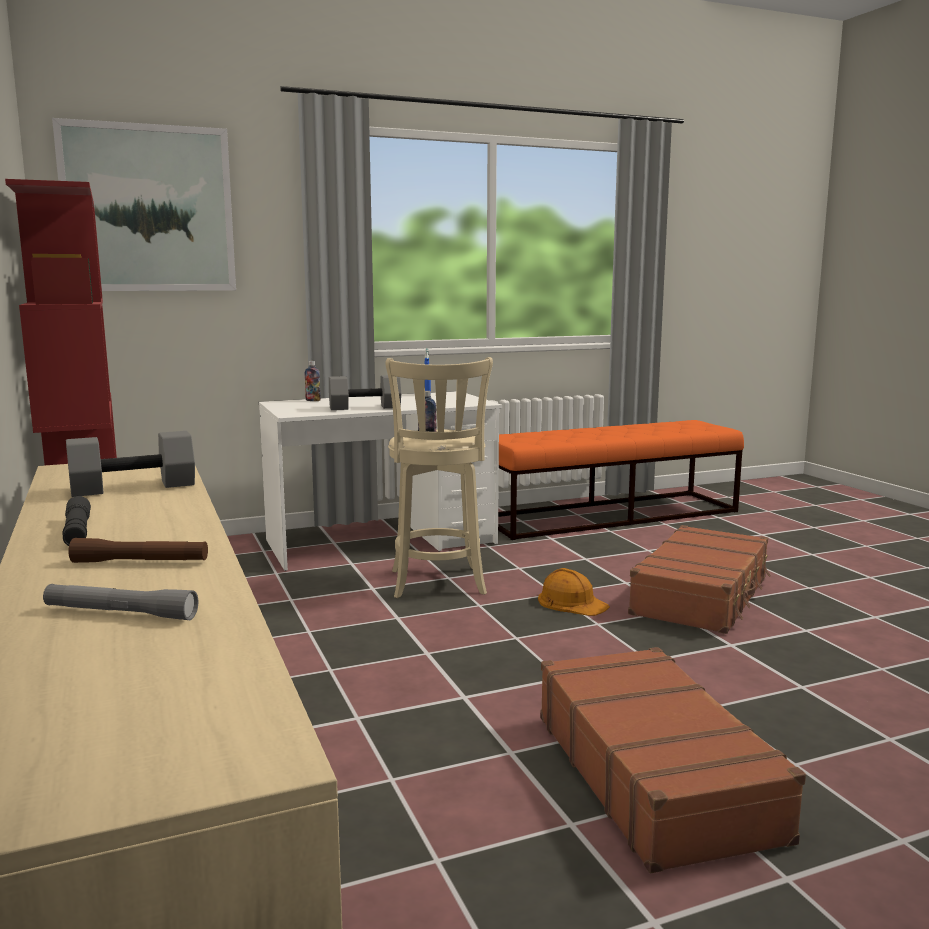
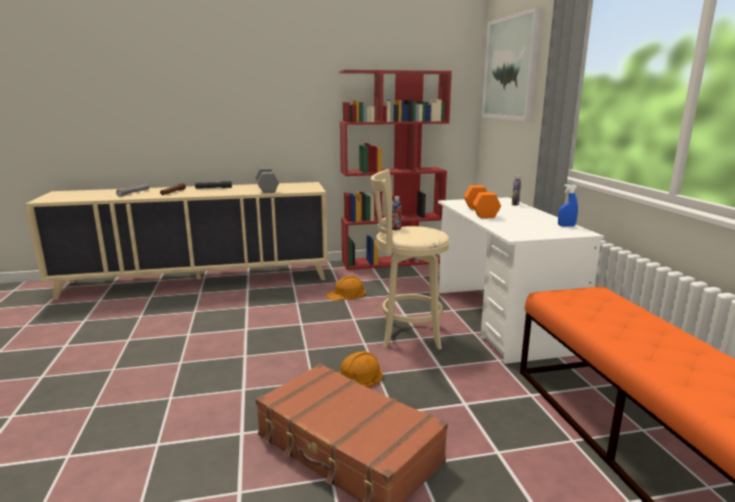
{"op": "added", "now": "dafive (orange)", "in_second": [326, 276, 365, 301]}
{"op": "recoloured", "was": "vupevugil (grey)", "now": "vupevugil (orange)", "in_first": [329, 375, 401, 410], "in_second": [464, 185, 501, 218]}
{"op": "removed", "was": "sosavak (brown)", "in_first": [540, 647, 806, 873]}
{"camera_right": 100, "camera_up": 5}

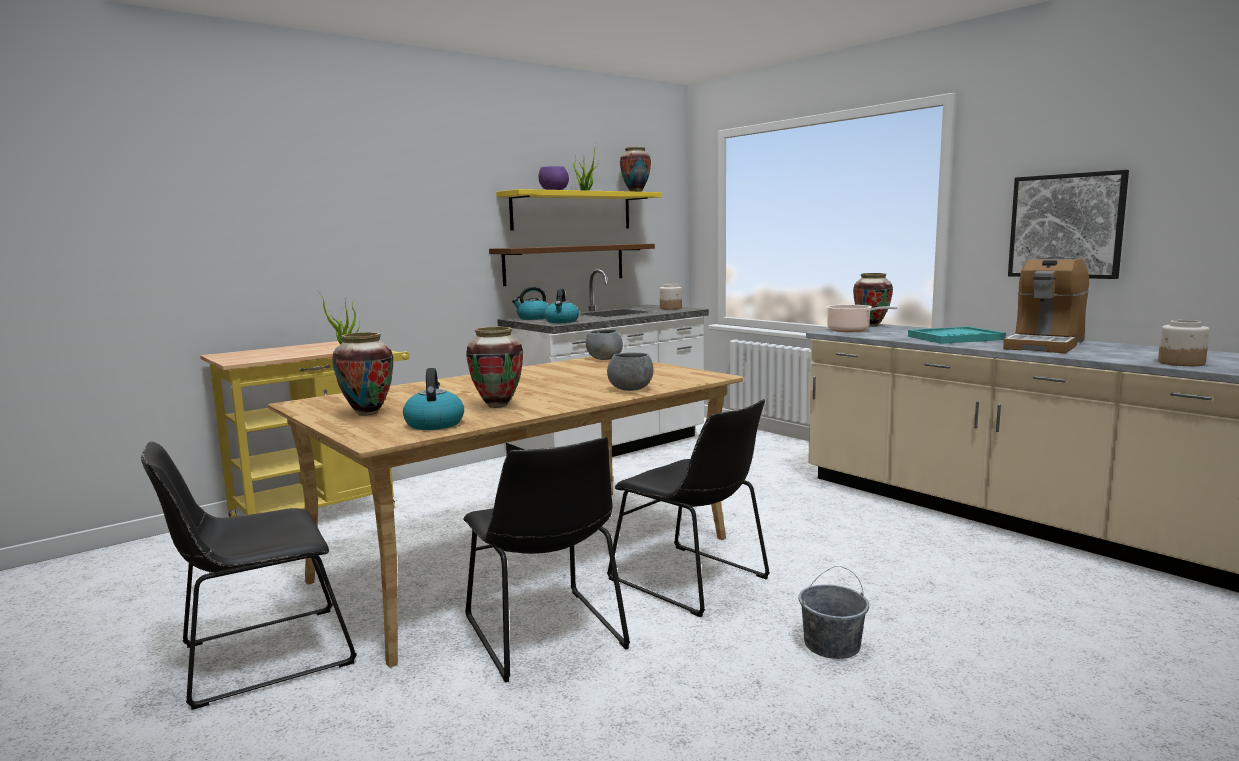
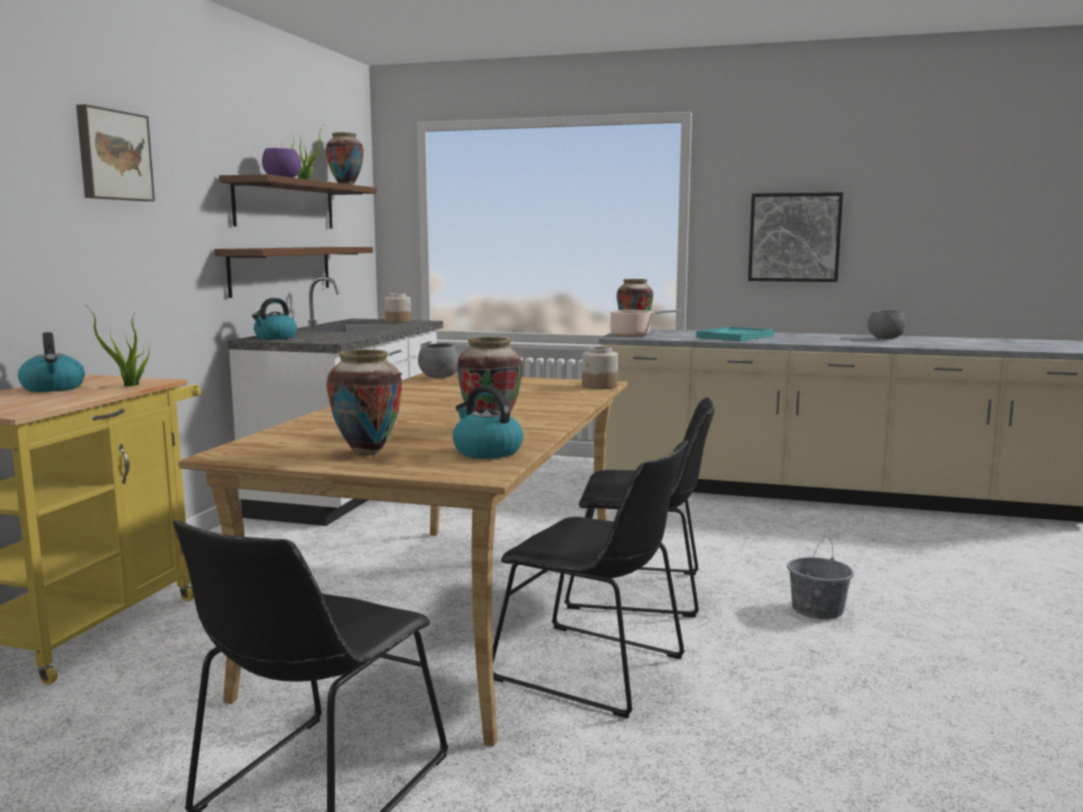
{"op": "moved", "was": "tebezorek", "in_first": [544, 288, 579, 323], "in_second": [18, 332, 85, 392]}
{"op": "added", "now": "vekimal", "in_second": [76, 104, 155, 201]}
{"op": "recoloured", "was": "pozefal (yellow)", "now": "pozefal (brown)", "in_first": [496, 189, 662, 230], "in_second": [219, 174, 377, 229]}
{"op": "moved", "was": "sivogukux", "in_first": [1158, 320, 1210, 366], "in_second": [582, 346, 618, 389]}
{"op": "moved", "was": "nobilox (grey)", "in_first": [607, 352, 653, 391], "in_second": [867, 310, 906, 339]}
{"op": "removed", "was": "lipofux", "in_first": [1003, 256, 1089, 353]}
{"camera_right": -35, "camera_up": 0}

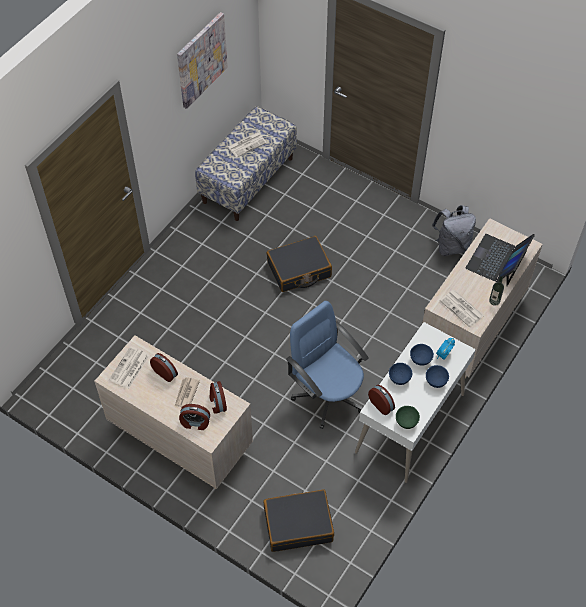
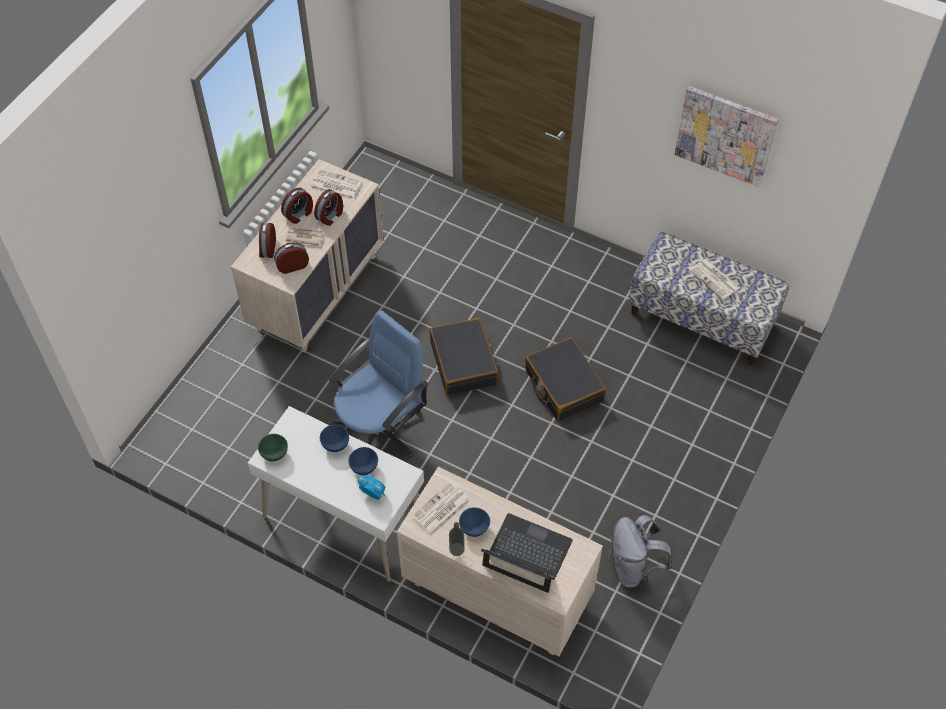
{"op": "moved", "was": "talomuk", "in_first": [368, 385, 395, 415], "in_second": [281, 188, 313, 224]}
{"op": "moved", "was": "sosavak (black)", "in_first": [264, 489, 334, 552], "in_second": [429, 318, 498, 395]}
{"op": "moved", "was": "nobilox (blue)", "in_first": [426, 365, 449, 388], "in_second": [459, 507, 490, 537]}
{"camera_right": 85, "camera_up": 0}

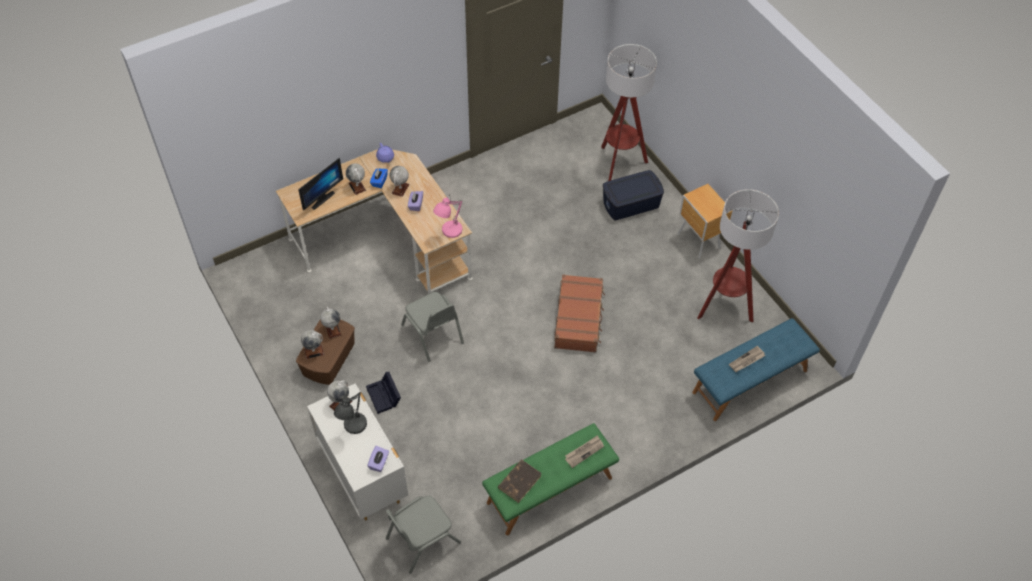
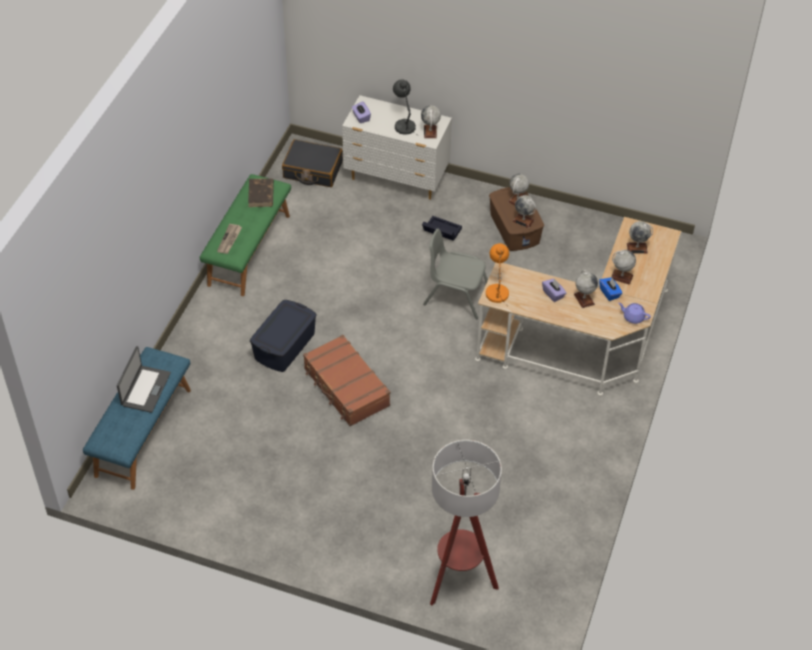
{"op": "replaced", "was": "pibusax", "now": "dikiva", "in_first": [729, 346, 765, 372], "in_second": [117, 346, 171, 413]}
{"op": "moved", "was": "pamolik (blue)", "in_first": [603, 170, 664, 220], "in_second": [250, 300, 317, 372]}
{"op": "replaced", "was": "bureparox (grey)", "now": "sosavak (black)", "in_first": [386, 496, 461, 574], "in_second": [282, 139, 343, 187]}
{"op": "recoloured", "was": "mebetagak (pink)", "now": "mebetagak (orange)", "in_first": [433, 196, 463, 238], "in_second": [486, 243, 509, 307]}
{"op": "replaced", "was": "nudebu", "now": "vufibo", "in_first": [298, 157, 343, 210], "in_second": [627, 221, 653, 254]}
{"op": "removed", "was": "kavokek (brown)", "in_first": [678, 184, 732, 258]}
{"op": "removed", "was": "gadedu", "in_first": [697, 189, 779, 323]}
{"camera_right": 140, "camera_up": -5}

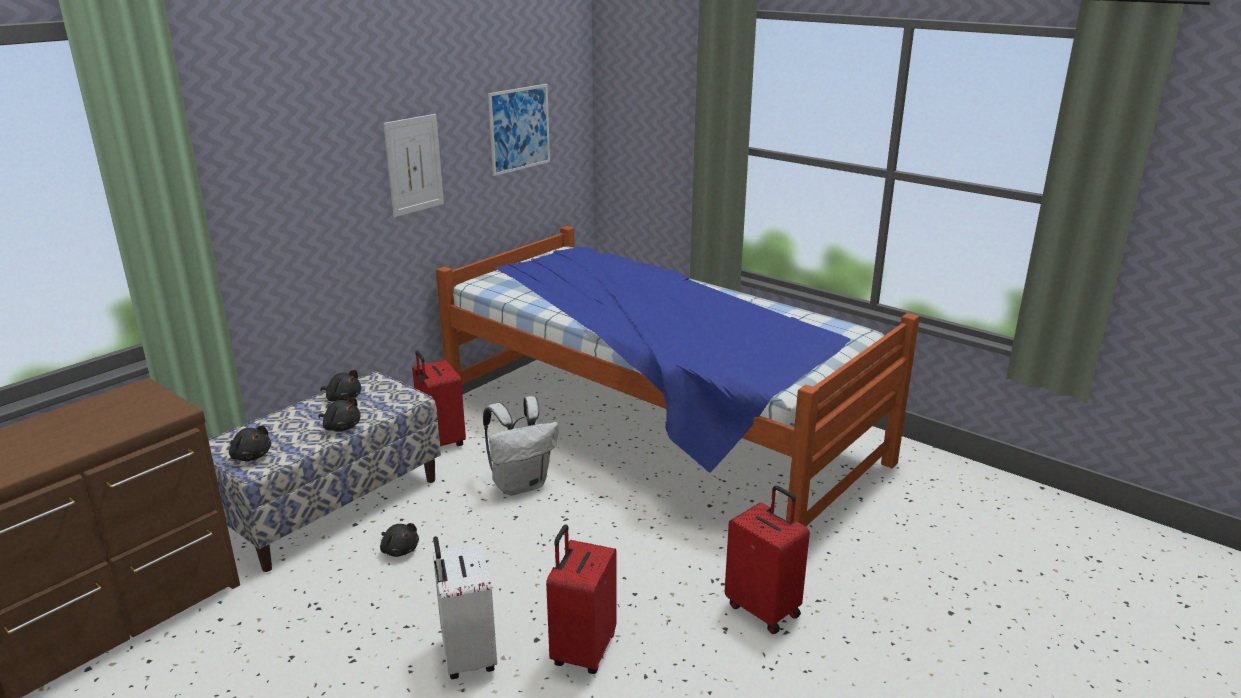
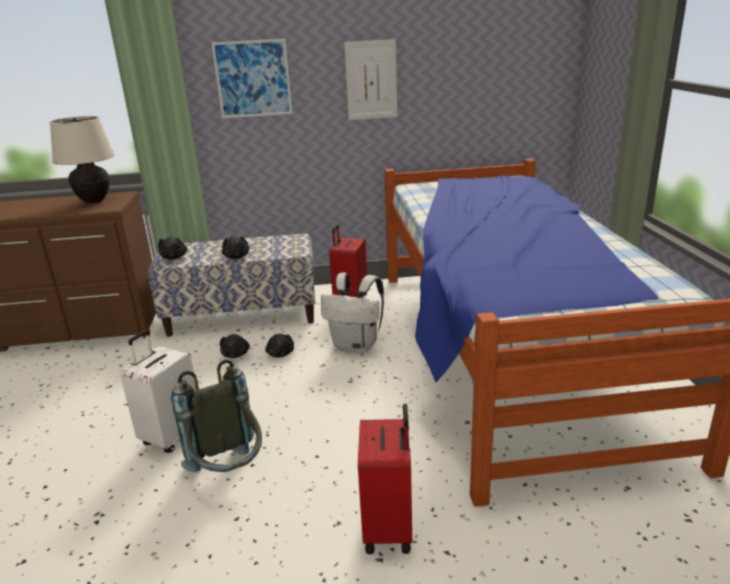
{"op": "added", "now": "mebetagak (beige)", "in_second": [50, 116, 115, 203]}
{"op": "replaced", "was": "sosavak (red)", "now": "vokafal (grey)", "in_first": [546, 525, 617, 674], "in_second": [171, 360, 262, 472]}
{"op": "moved", "was": "vekimal", "in_first": [488, 84, 550, 176], "in_second": [211, 39, 292, 118]}
{"op": "moved", "was": "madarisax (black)", "in_first": [320, 370, 361, 401], "in_second": [265, 334, 294, 357]}
{"camera_right": 45, "camera_up": 0}

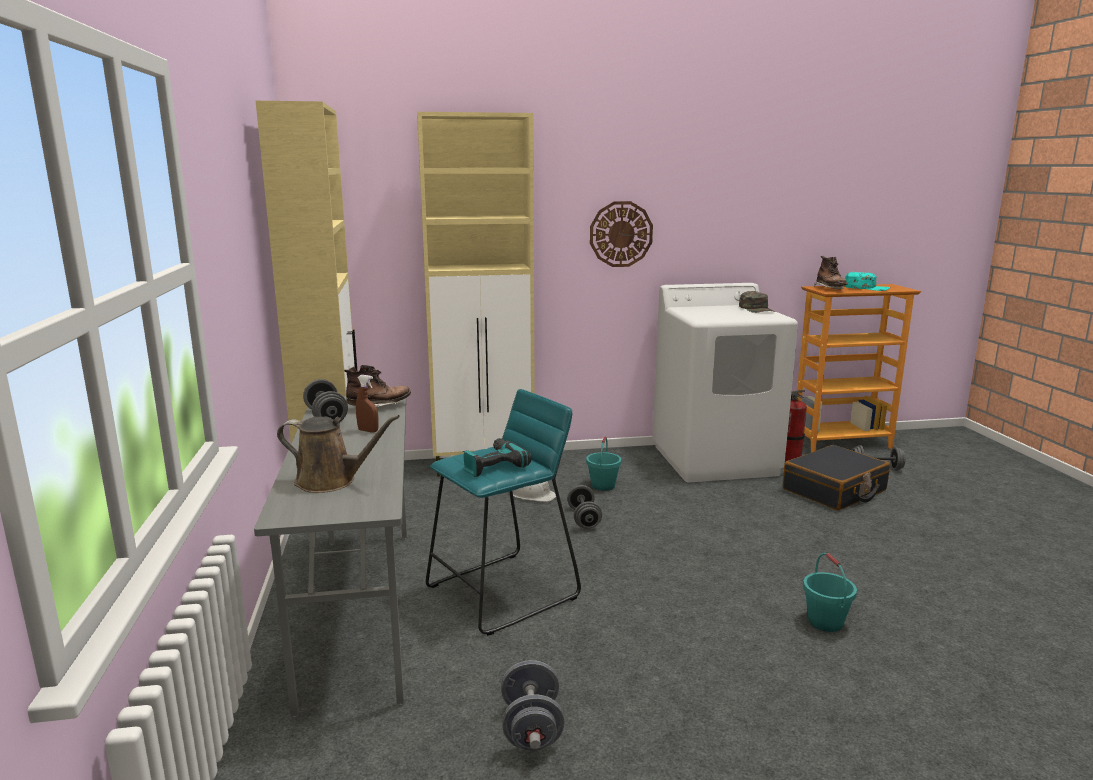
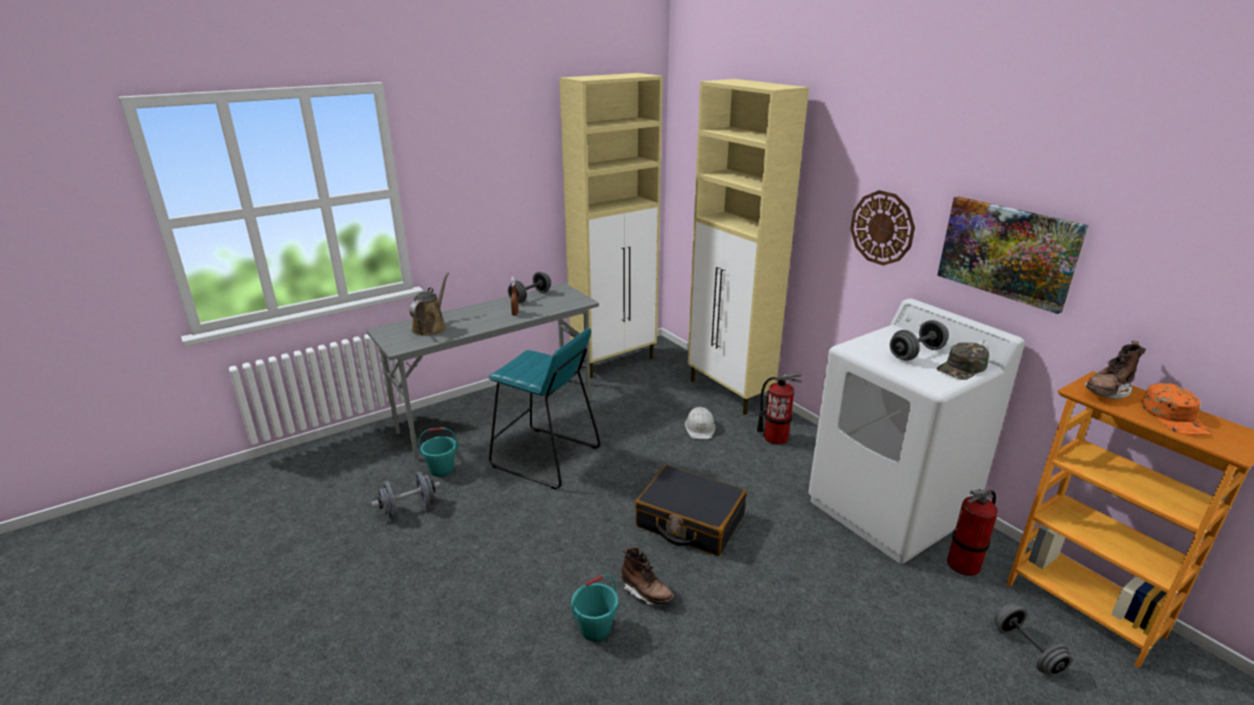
{"op": "turned", "was": "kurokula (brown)", "in_first": [277, 415, 400, 493], "in_second": [410, 272, 449, 336], "clockwise": -150}
{"op": "moved", "was": "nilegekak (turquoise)", "in_first": [586, 436, 621, 491], "in_second": [418, 427, 458, 477]}
{"op": "moved", "was": "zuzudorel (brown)", "in_first": [344, 365, 411, 407], "in_second": [622, 548, 674, 604]}
{"op": "moved", "was": "sosavak (black)", "in_first": [783, 445, 890, 510], "in_second": [635, 465, 747, 556]}
{"op": "added", "now": "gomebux", "in_second": [757, 373, 802, 445]}
{"op": "moved", "was": "vupevugil (grey)", "in_first": [567, 485, 602, 529], "in_second": [890, 320, 949, 361]}
{"op": "added", "now": "vekimal", "in_second": [937, 197, 1088, 314]}
{"op": "recoloured", "was": "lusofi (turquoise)", "now": "lusofi (orange)", "in_first": [844, 272, 890, 291], "in_second": [1141, 383, 1212, 435]}
{"op": "removed", "was": "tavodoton", "in_first": [463, 438, 531, 477]}
{"camera_right": 65, "camera_up": 10}

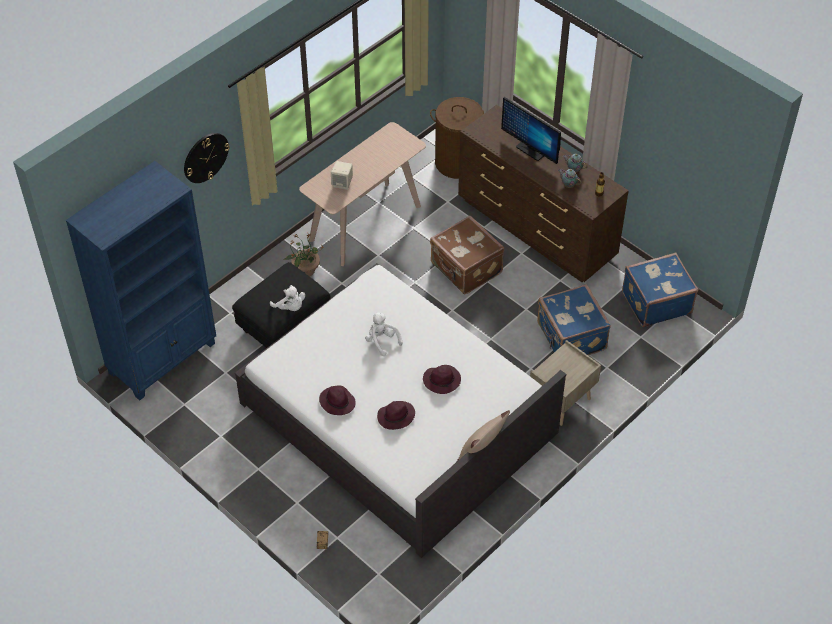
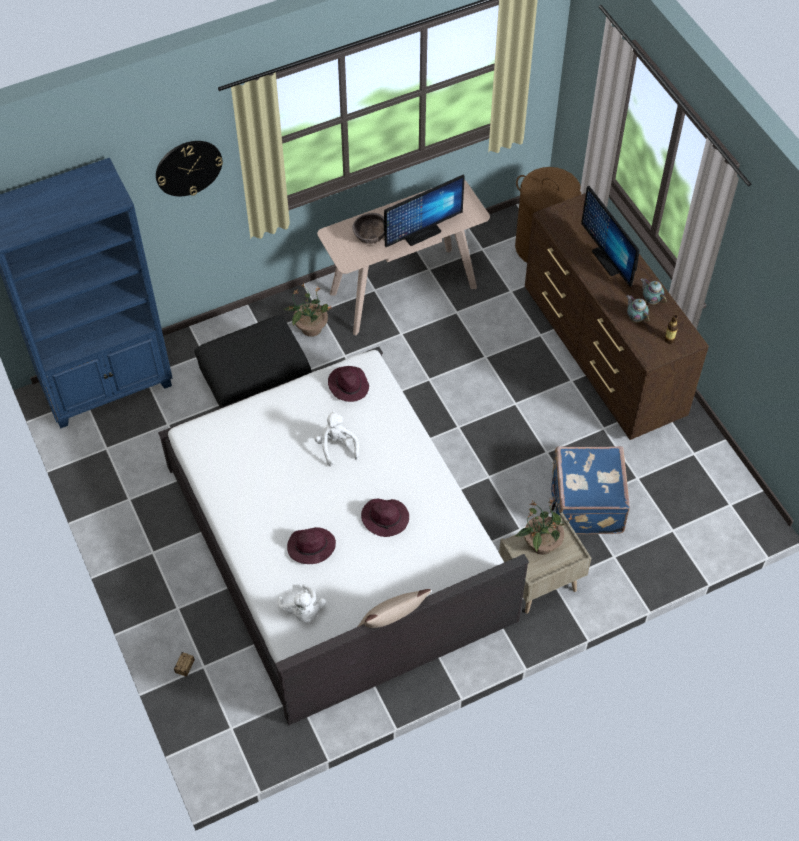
{"op": "moved", "was": "madarisax (white)", "in_first": [270, 285, 305, 311], "in_second": [278, 584, 326, 623]}
{"op": "moved", "was": "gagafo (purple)", "in_first": [319, 385, 356, 415], "in_second": [328, 366, 369, 402]}
{"op": "replaced", "was": "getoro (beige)", "now": "nobilox (brown)", "in_first": [331, 161, 353, 190], "in_second": [352, 213, 385, 244]}
{"op": "added", "now": "nudebu", "in_second": [384, 175, 465, 247]}
{"op": "added", "now": "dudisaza", "in_second": [515, 499, 574, 555]}
{"op": "removed", "was": "sosavak (brown)", "in_first": [430, 216, 504, 294]}
{"op": "removed", "was": "sosavak (blue)", "in_first": [622, 252, 698, 327]}
{"camera_right": 20, "camera_up": 5}

